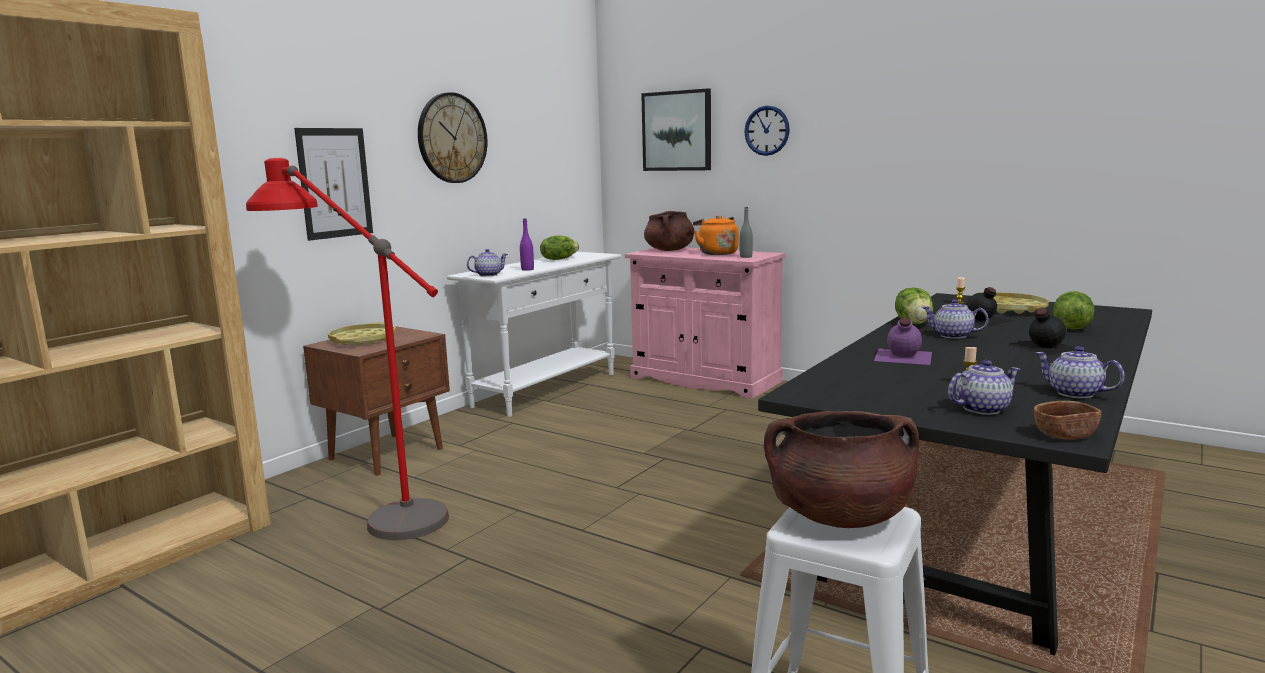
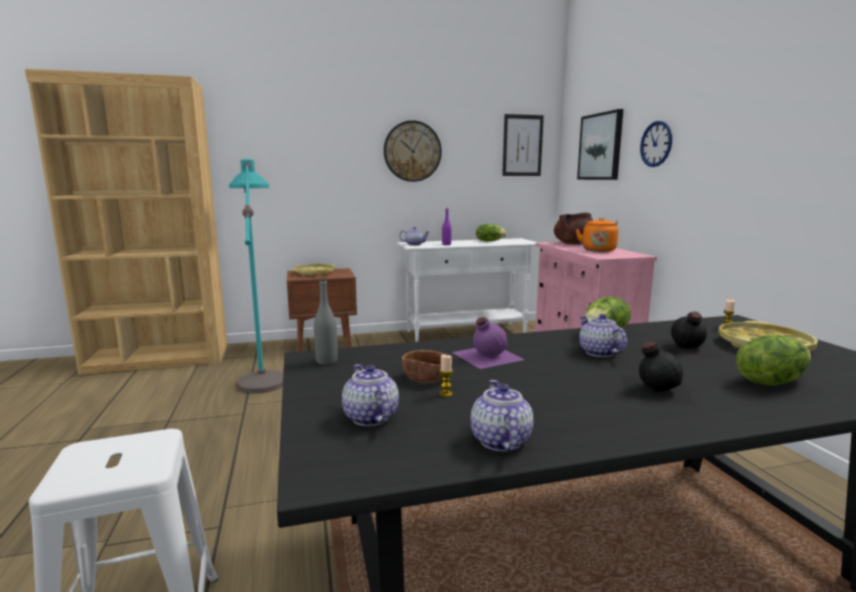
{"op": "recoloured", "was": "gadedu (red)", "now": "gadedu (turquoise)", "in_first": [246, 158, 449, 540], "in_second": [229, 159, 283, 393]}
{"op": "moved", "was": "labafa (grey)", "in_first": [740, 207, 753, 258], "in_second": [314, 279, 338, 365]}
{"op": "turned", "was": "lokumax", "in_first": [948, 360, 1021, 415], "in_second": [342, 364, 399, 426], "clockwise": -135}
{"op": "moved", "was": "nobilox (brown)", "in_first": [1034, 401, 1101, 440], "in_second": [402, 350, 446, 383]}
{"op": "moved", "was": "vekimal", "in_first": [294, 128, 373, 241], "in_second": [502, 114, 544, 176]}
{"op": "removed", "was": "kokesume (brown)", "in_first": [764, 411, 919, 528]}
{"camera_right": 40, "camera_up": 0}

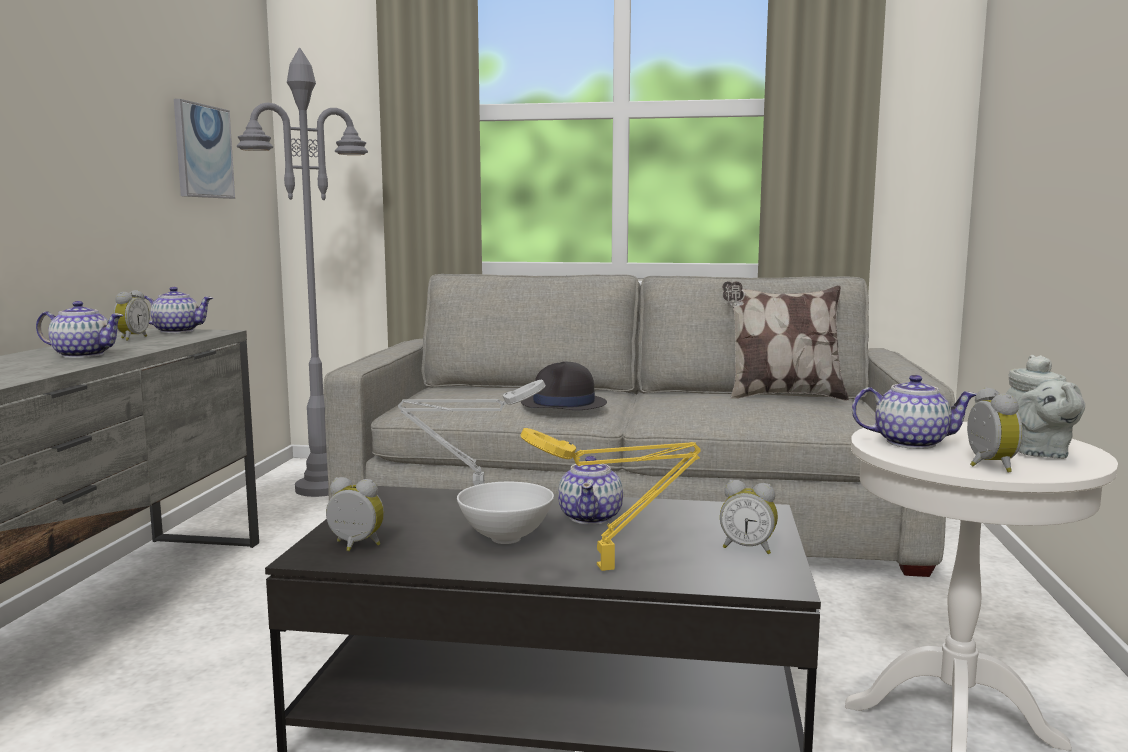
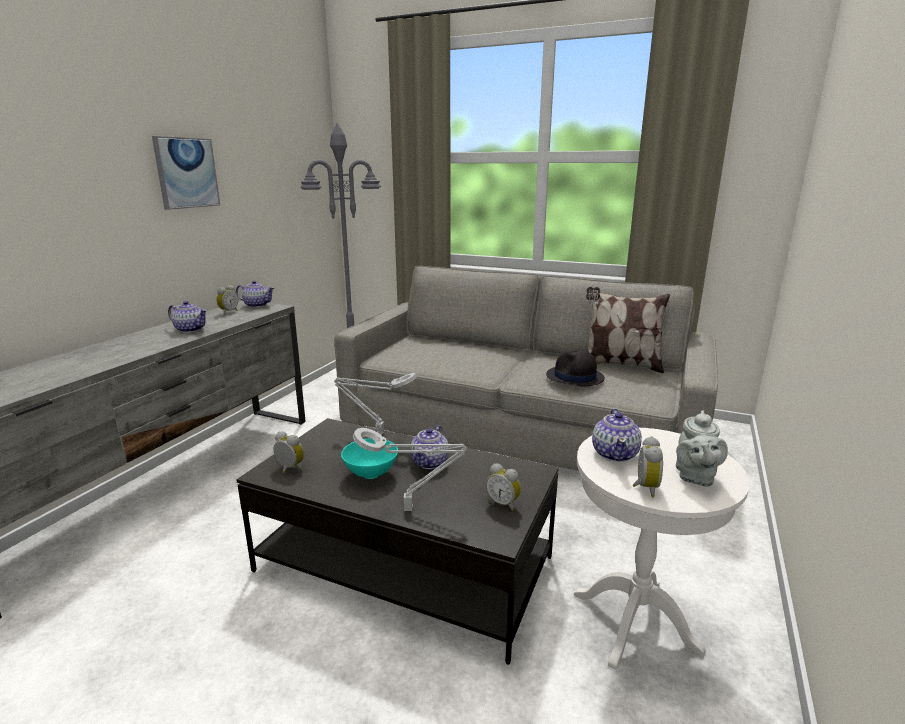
{"op": "moved", "was": "vekimal", "in_first": [174, 99, 235, 199], "in_second": [152, 136, 220, 210]}
{"op": "recoloured", "was": "nobilox (white)", "now": "nobilox (turquoise)", "in_first": [457, 482, 554, 544], "in_second": [341, 438, 398, 479]}
{"op": "recoloured", "was": "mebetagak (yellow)", "now": "mebetagak (grey)", "in_first": [521, 428, 701, 571], "in_second": [353, 428, 467, 511]}
{"op": "moved", "was": "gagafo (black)", "in_first": [521, 361, 607, 410], "in_second": [546, 349, 605, 387]}
{"op": "turned", "was": "lokumax", "in_first": [852, 375, 976, 449], "in_second": [592, 409, 642, 462], "clockwise": 75}
{"camera_right": 15, "camera_up": 10}

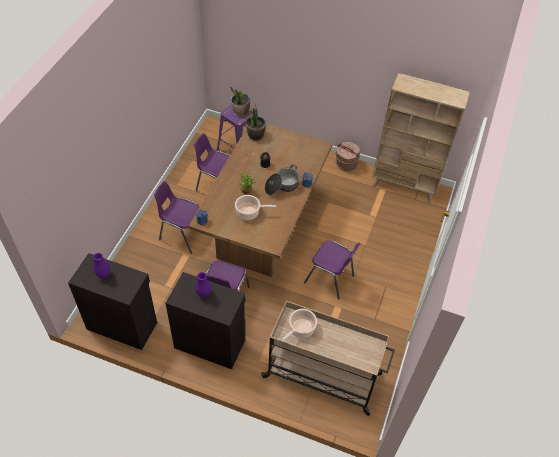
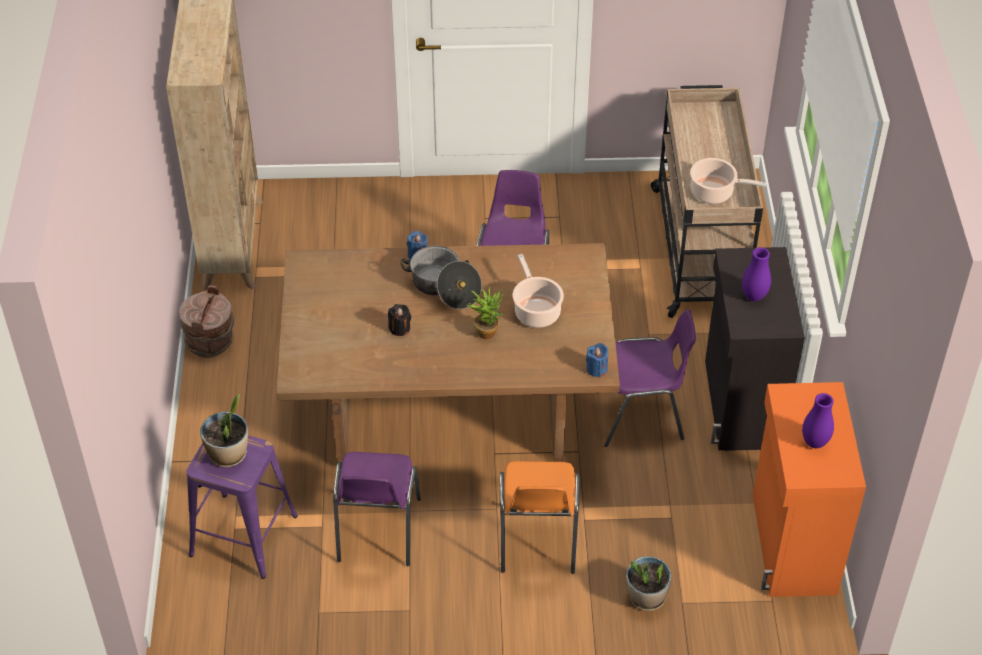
{"op": "recoloured", "was": "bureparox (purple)", "now": "bureparox (orange)", "in_first": [154, 181, 199, 254], "in_second": [500, 461, 580, 574]}
{"op": "moved", "was": "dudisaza", "in_first": [246, 103, 266, 141], "in_second": [626, 556, 671, 611]}
{"op": "recoloured", "was": "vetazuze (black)", "now": "vetazuze (orange)", "in_first": [68, 253, 157, 350], "in_second": [753, 382, 866, 597]}
{"camera_right": -110, "camera_up": -5}

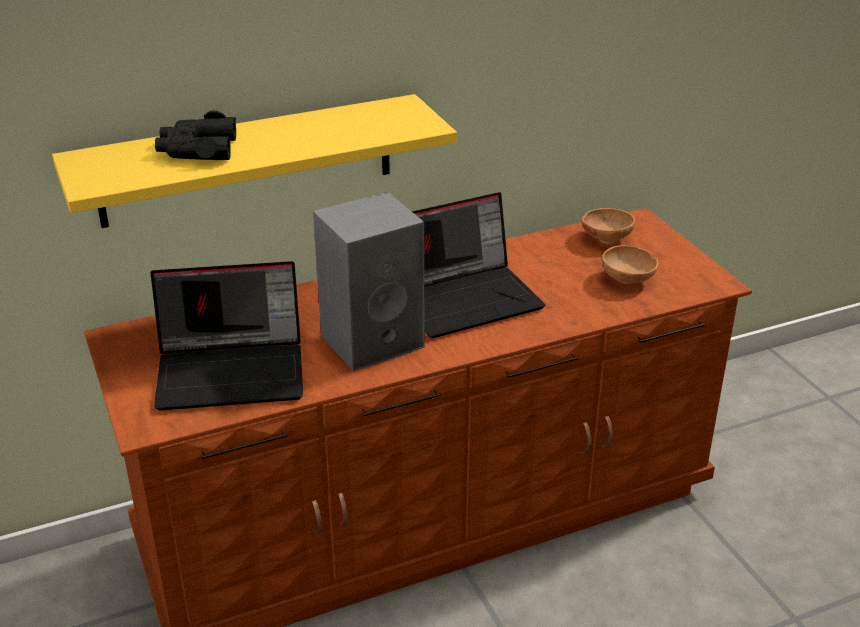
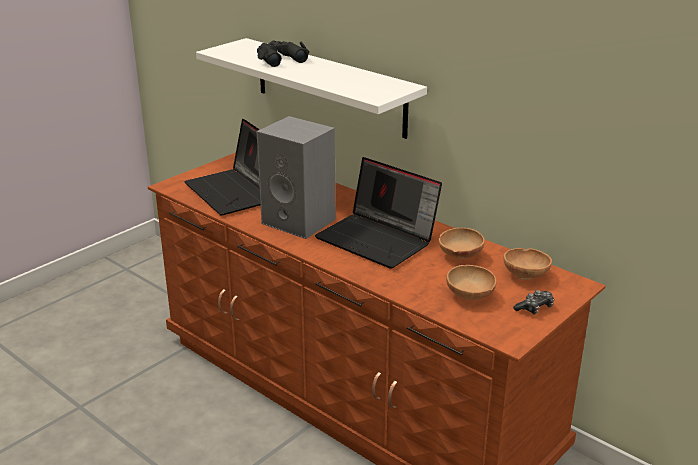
{"op": "recoloured", "was": "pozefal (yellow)", "now": "pozefal (white)", "in_first": [52, 94, 457, 228], "in_second": [196, 38, 427, 139]}
{"op": "added", "now": "nobilox (brown)", "in_second": [439, 228, 485, 259]}
{"op": "added", "now": "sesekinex", "in_second": [513, 290, 554, 315]}
{"camera_right": 65, "camera_up": -5}

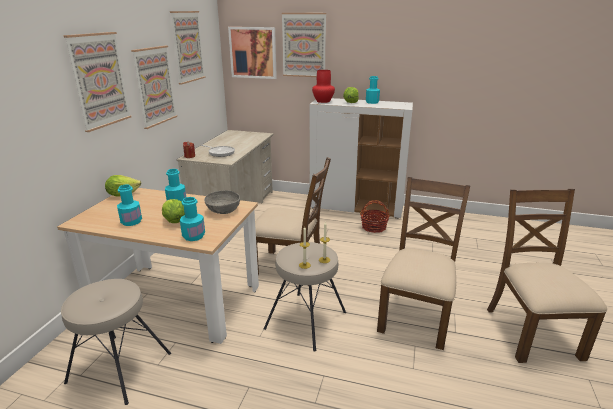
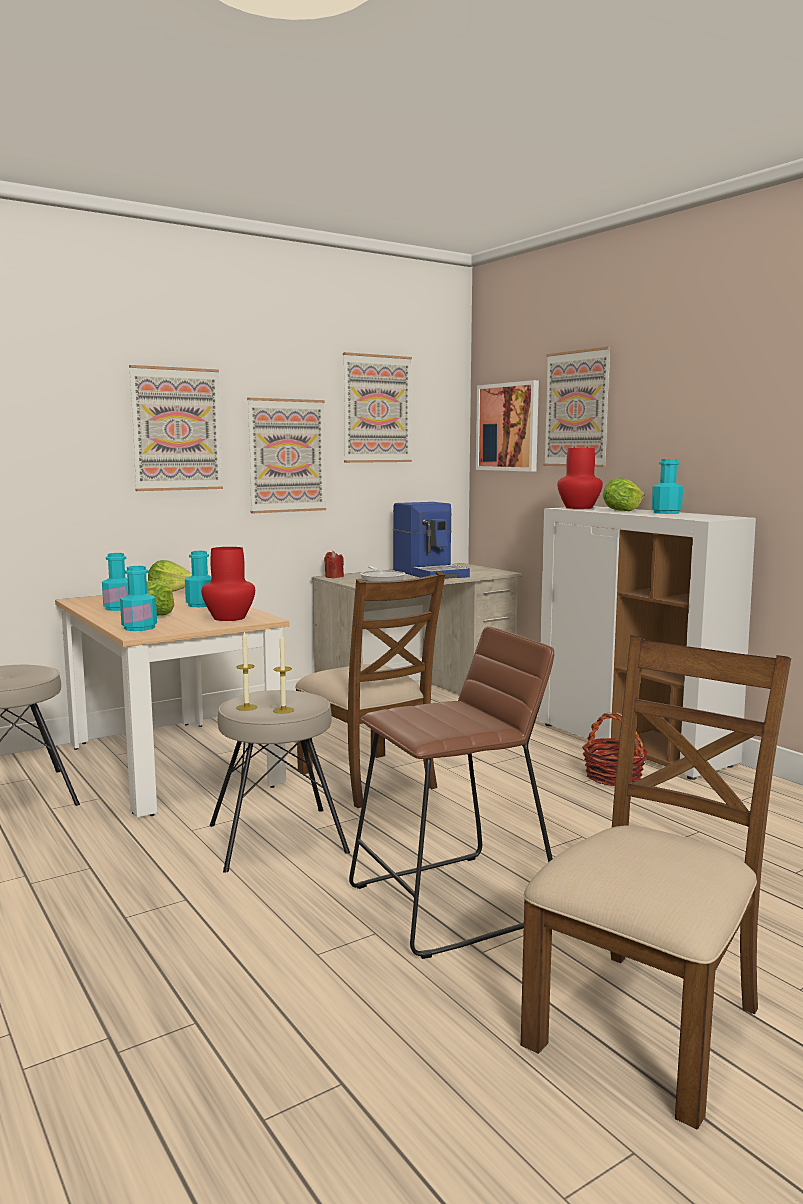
{"op": "replaced", "was": "nobilox (grey)", "now": "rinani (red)", "in_first": [204, 190, 240, 214], "in_second": [201, 547, 255, 621]}
{"op": "replaced", "was": "bureparox (brown)", "now": "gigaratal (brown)", "in_first": [377, 177, 470, 350], "in_second": [349, 626, 554, 959]}
{"op": "added", "now": "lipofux", "in_second": [393, 502, 470, 579]}
{"camera_right": 40, "camera_up": -15}

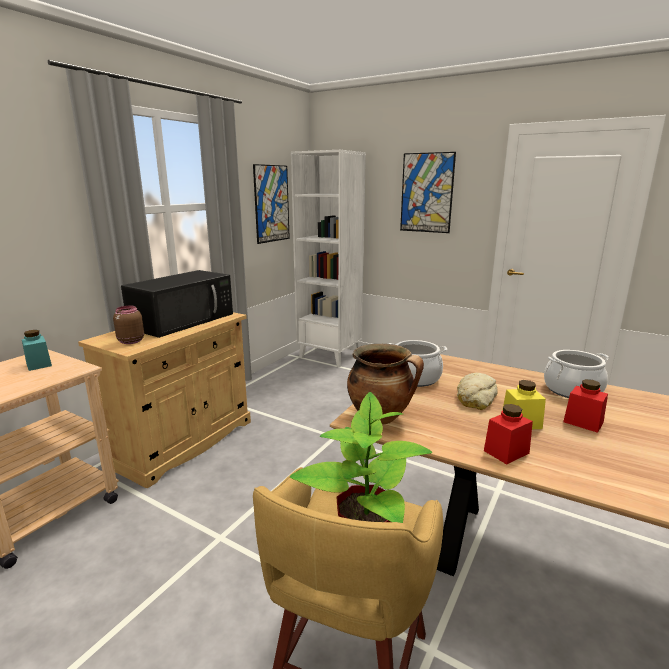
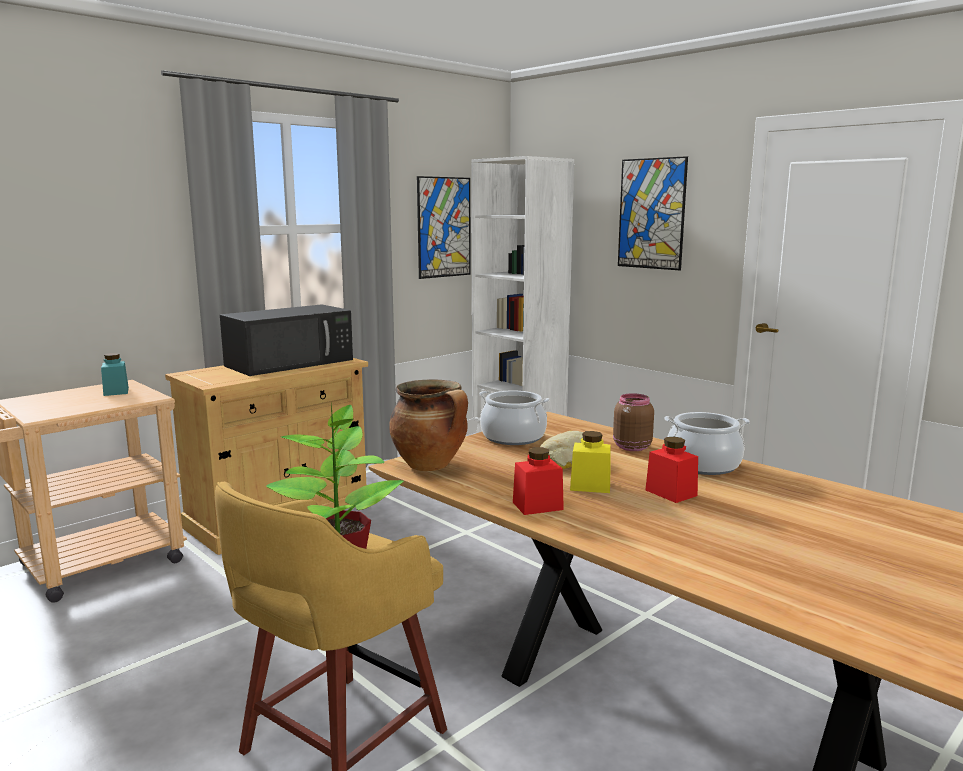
{"op": "moved", "was": "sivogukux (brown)", "in_first": [113, 306, 144, 344], "in_second": [613, 393, 654, 451]}
{"camera_right": 15, "camera_up": -5}

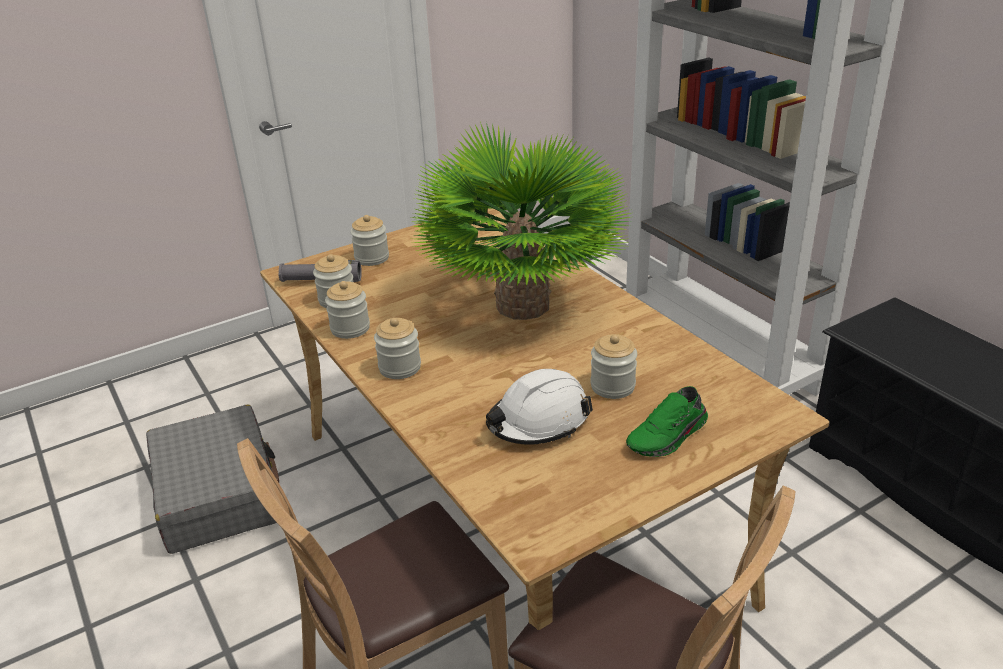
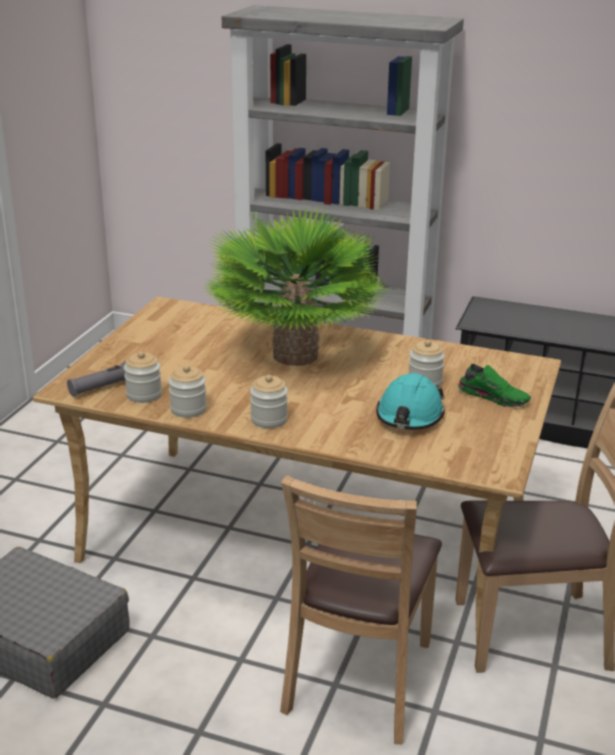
{"op": "recoloured", "was": "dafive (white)", "now": "dafive (turquoise)", "in_first": [486, 369, 593, 445], "in_second": [376, 373, 445, 430]}
{"op": "turned", "was": "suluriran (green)", "in_first": [626, 386, 708, 457], "in_second": [458, 364, 531, 407], "clockwise": -75}
{"op": "removed", "was": "sivogukux", "in_first": [350, 215, 389, 266]}
{"camera_right": -40, "camera_up": -5}

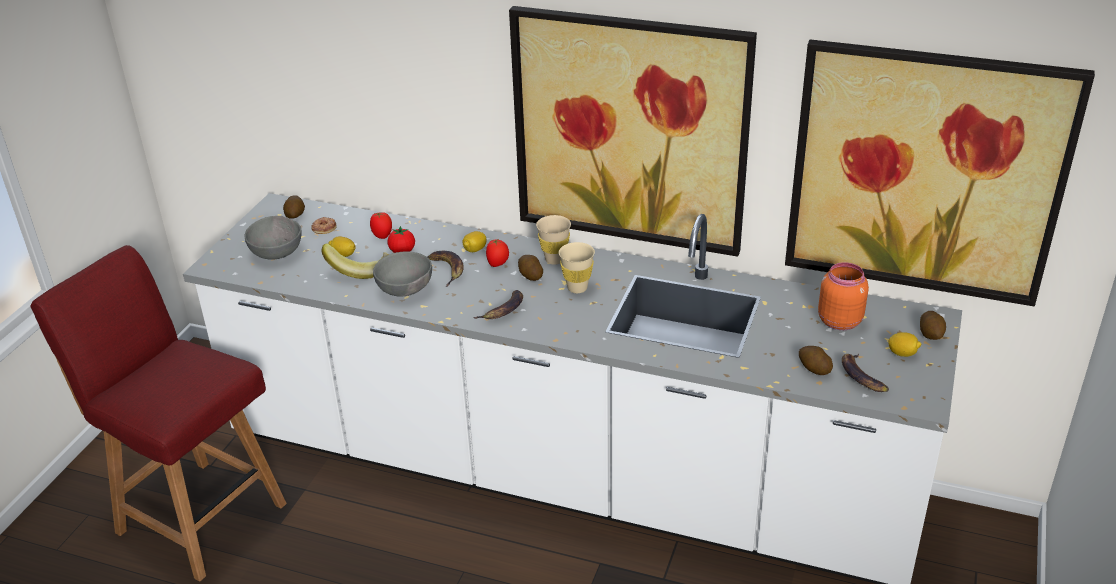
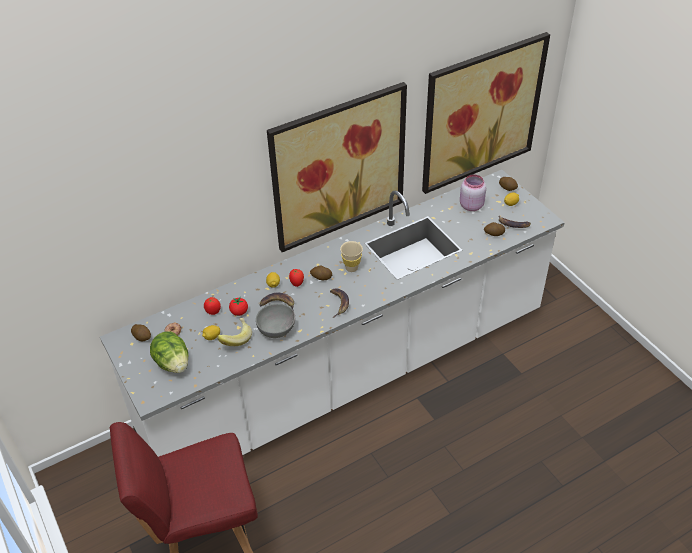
{"op": "replaced", "was": "nobilox (grey)", "now": "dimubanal", "in_first": [245, 216, 302, 260], "in_second": [150, 331, 188, 373]}
{"op": "recoloured", "was": "sivogukux (orange)", "now": "sivogukux (pink)", "in_first": [818, 262, 869, 330], "in_second": [460, 174, 486, 211]}
{"op": "removed", "was": "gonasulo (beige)", "in_first": [536, 215, 571, 265]}
{"camera_right": -50, "camera_up": 10}

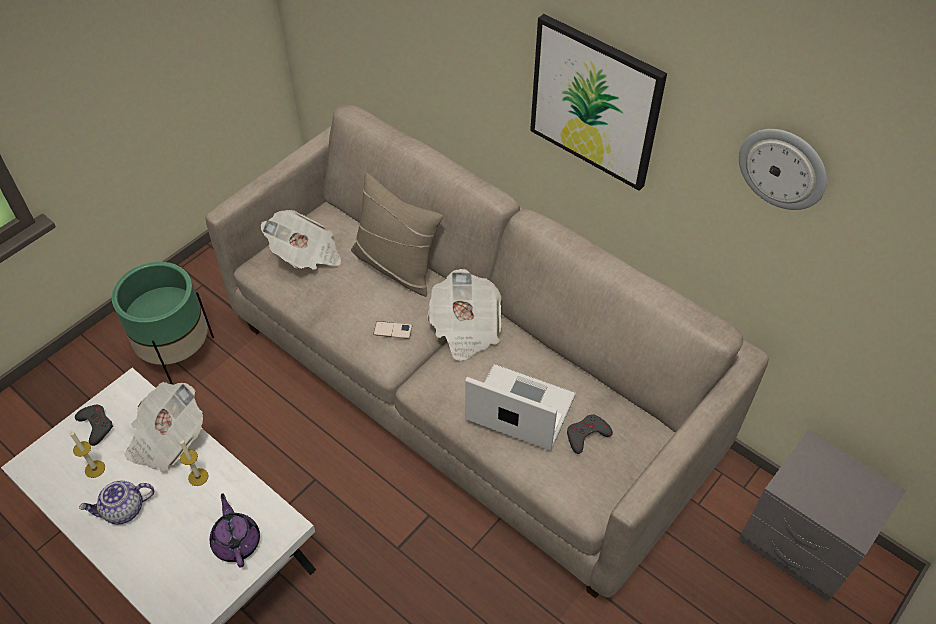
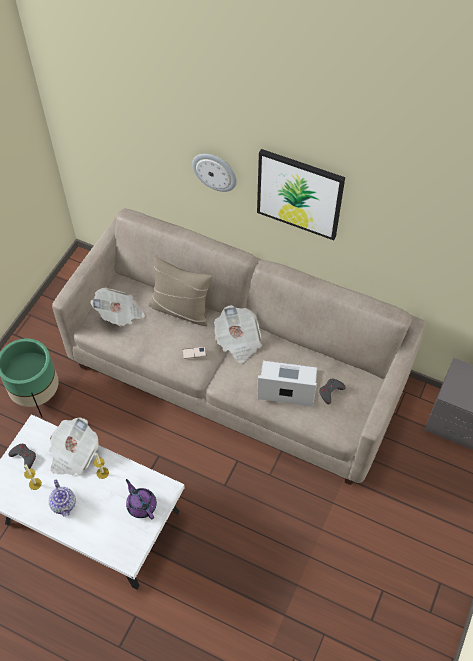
{"op": "turned", "was": "lokumax", "in_first": [79, 481, 154, 525], "in_second": [48, 479, 76, 517], "clockwise": -75}
{"op": "moved", "was": "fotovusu", "in_first": [739, 129, 827, 210], "in_second": [192, 154, 237, 192]}
{"camera_right": -15, "camera_up": 5}

